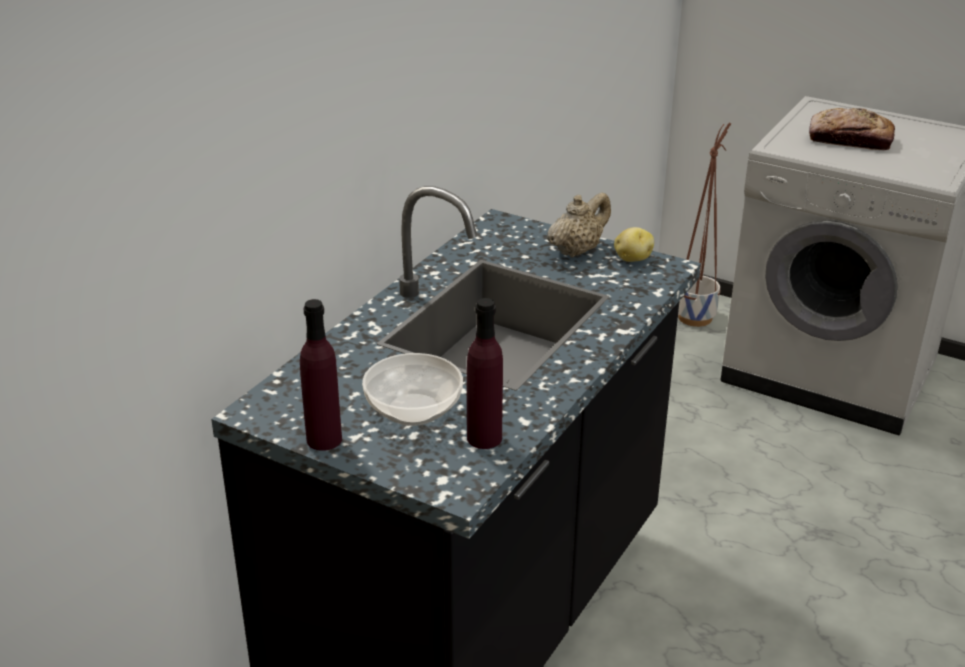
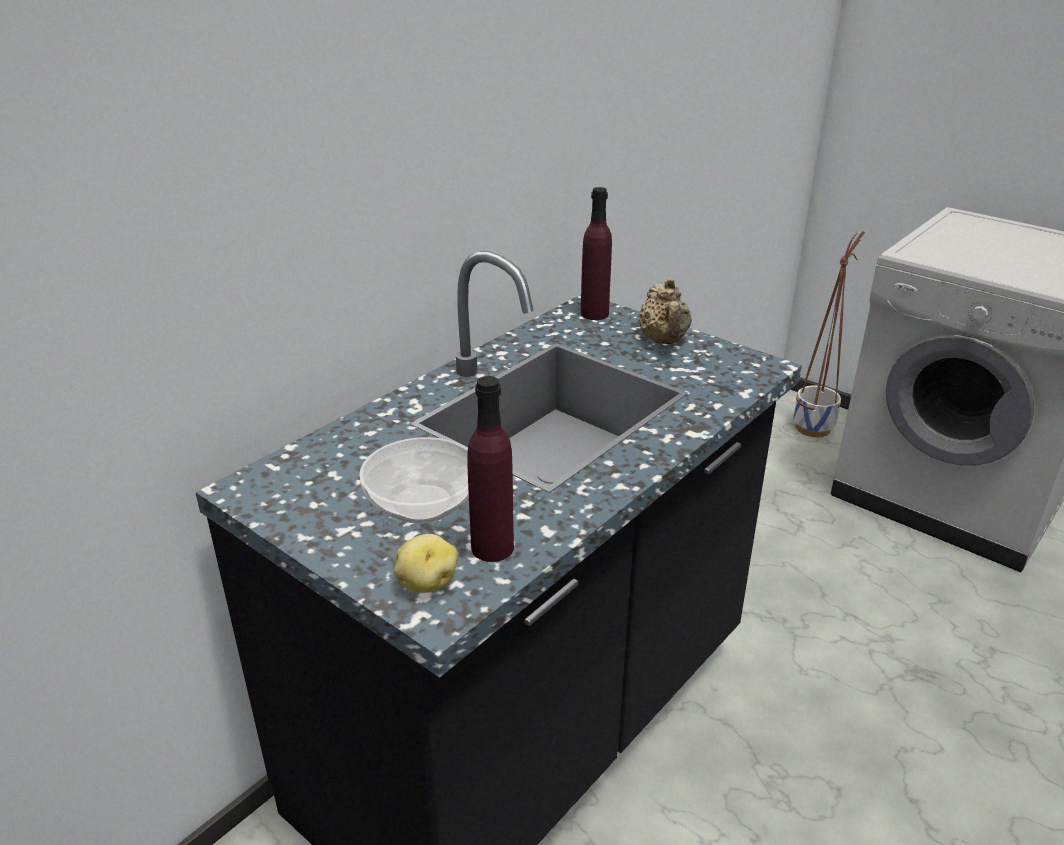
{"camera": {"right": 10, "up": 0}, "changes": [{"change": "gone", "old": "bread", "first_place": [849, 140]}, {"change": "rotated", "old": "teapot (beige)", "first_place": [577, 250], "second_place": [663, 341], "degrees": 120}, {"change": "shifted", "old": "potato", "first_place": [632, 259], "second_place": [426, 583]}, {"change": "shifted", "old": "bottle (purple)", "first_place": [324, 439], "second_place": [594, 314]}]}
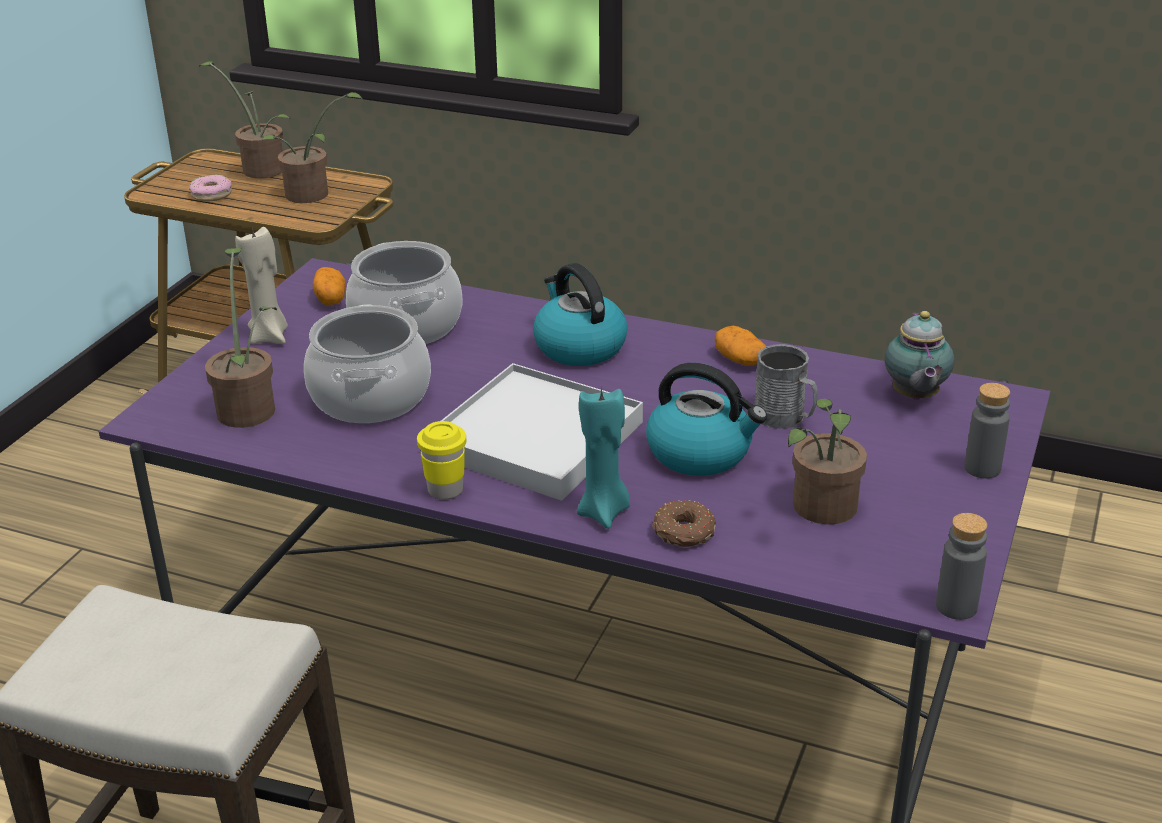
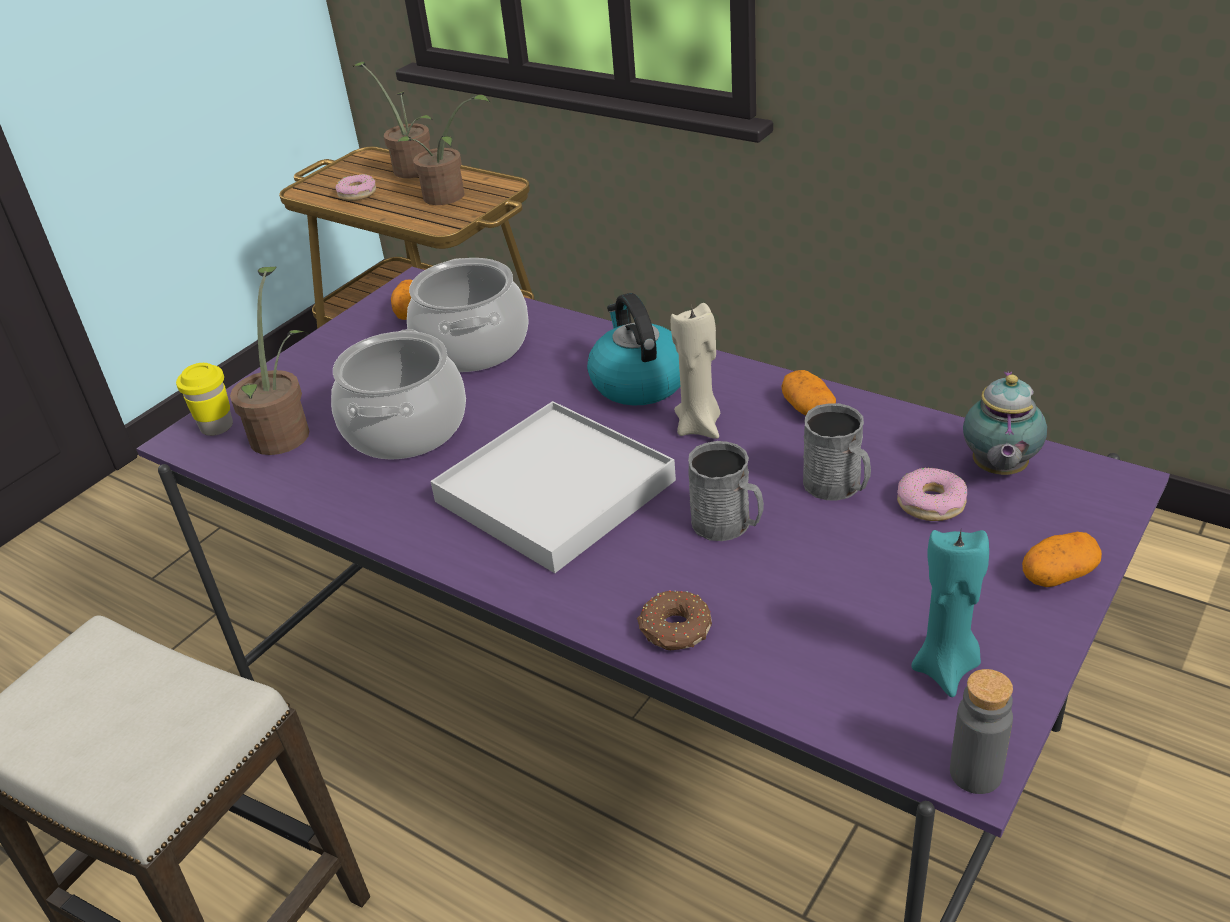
{"camera": {"right": 15, "up": 5}, "changes": [{"change": "shifted", "old": "candle (beige)", "first_place": [269, 337], "second_place": [699, 426]}, {"change": "swapped", "old": "kettle", "new": "mug (grey)", "first_place": [701, 453], "second_place": [728, 525]}, {"change": "swapped", "old": "bottle (grey)", "new": "potato", "first_place": [982, 468], "second_place": [1057, 575]}, {"change": "shifted", "old": "candle (turquoise)", "first_place": [604, 512], "second_place": [946, 668]}, {"change": "gone", "old": "potted plant", "first_place": [822, 511]}, {"change": "shifted", "old": "cup (yellow)", "first_place": [445, 490], "second_place": [217, 427]}, {"change": "new", "new": "donut", "second_place": [931, 503]}]}
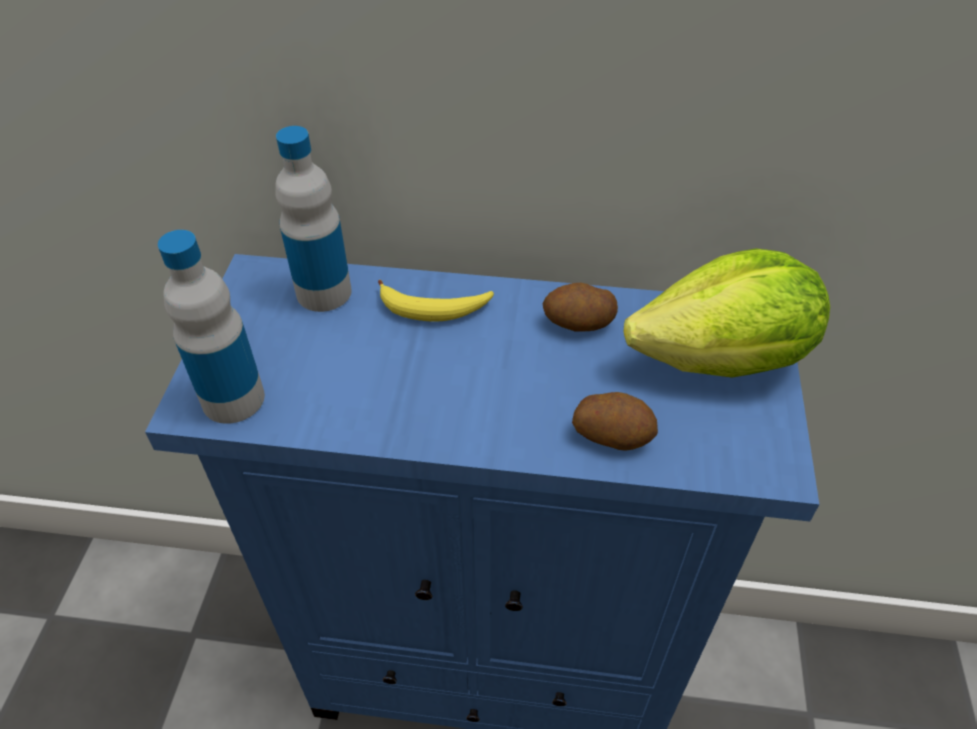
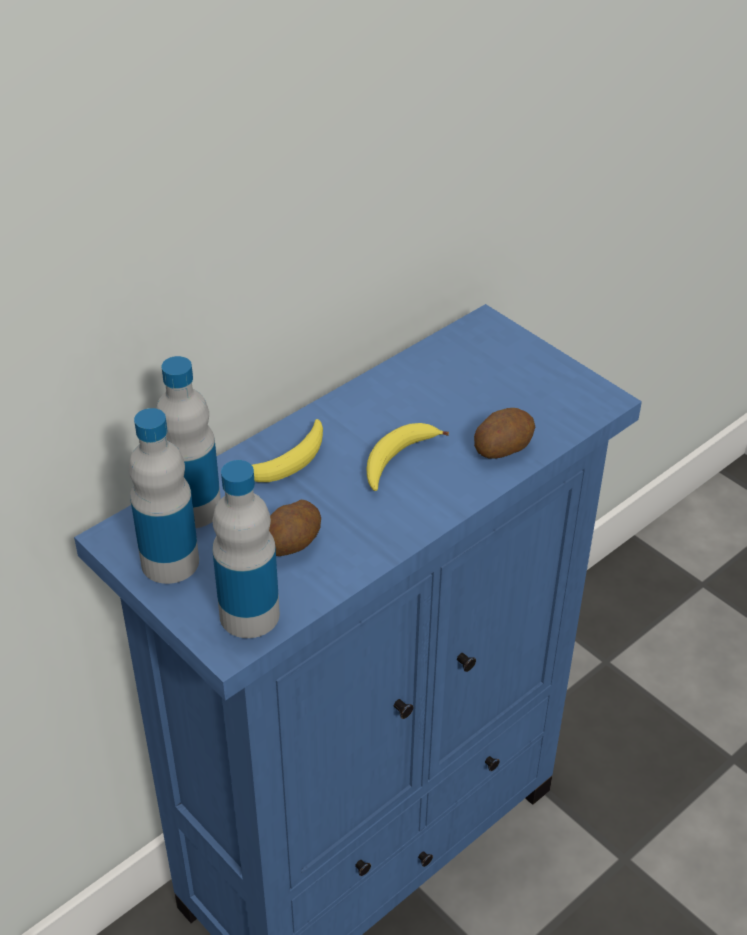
{"camera": {"right": -50, "up": -5}, "changes": [{"change": "gone", "old": "lettuce", "first_place": [724, 361]}, {"change": "shifted", "old": "potato", "first_place": [578, 323], "second_place": [292, 544]}, {"change": "new", "new": "bottle", "second_place": [170, 562]}, {"change": "new", "new": "banana", "second_place": [398, 461]}]}
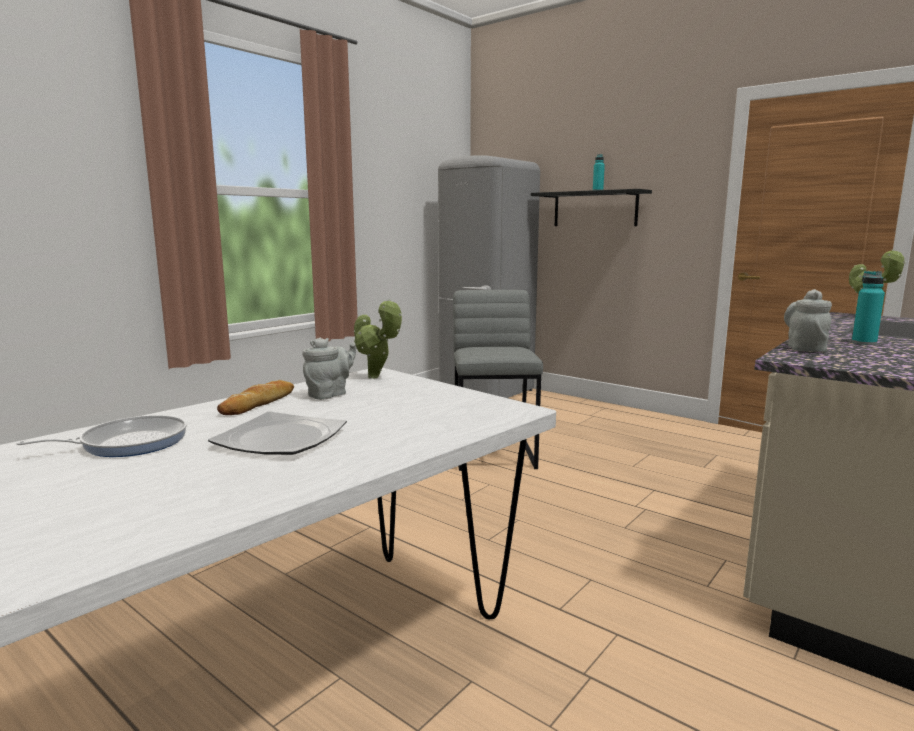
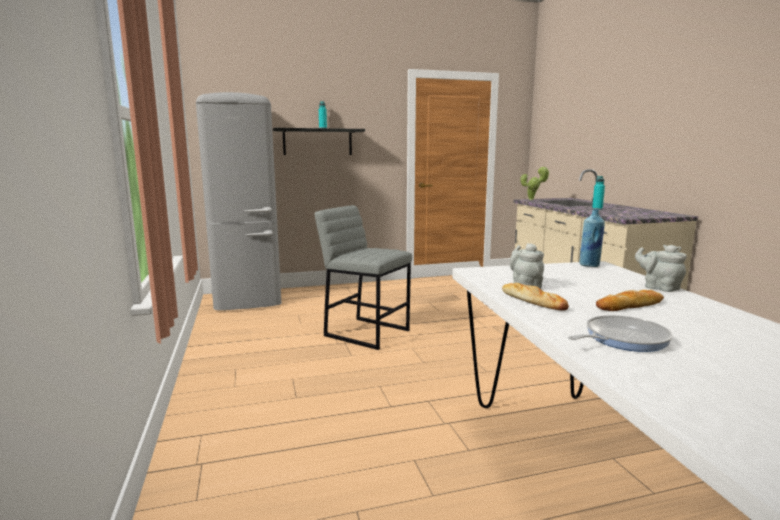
{"camera": {"right": -55, "up": 0}, "changes": [{"change": "shifted", "old": "teapot (grey)", "first_place": [805, 348], "second_place": [659, 287]}, {"change": "gone", "old": "potted plant", "first_place": [376, 377]}, {"change": "swapped", "old": "plate", "new": "bread", "first_place": [280, 438], "second_place": [630, 305]}, {"change": "rotated", "old": "frying pan", "first_place": [128, 443], "second_place": [622, 339], "degrees": 60}, {"change": "new", "new": "bottle (blue)", "second_place": [589, 265]}]}
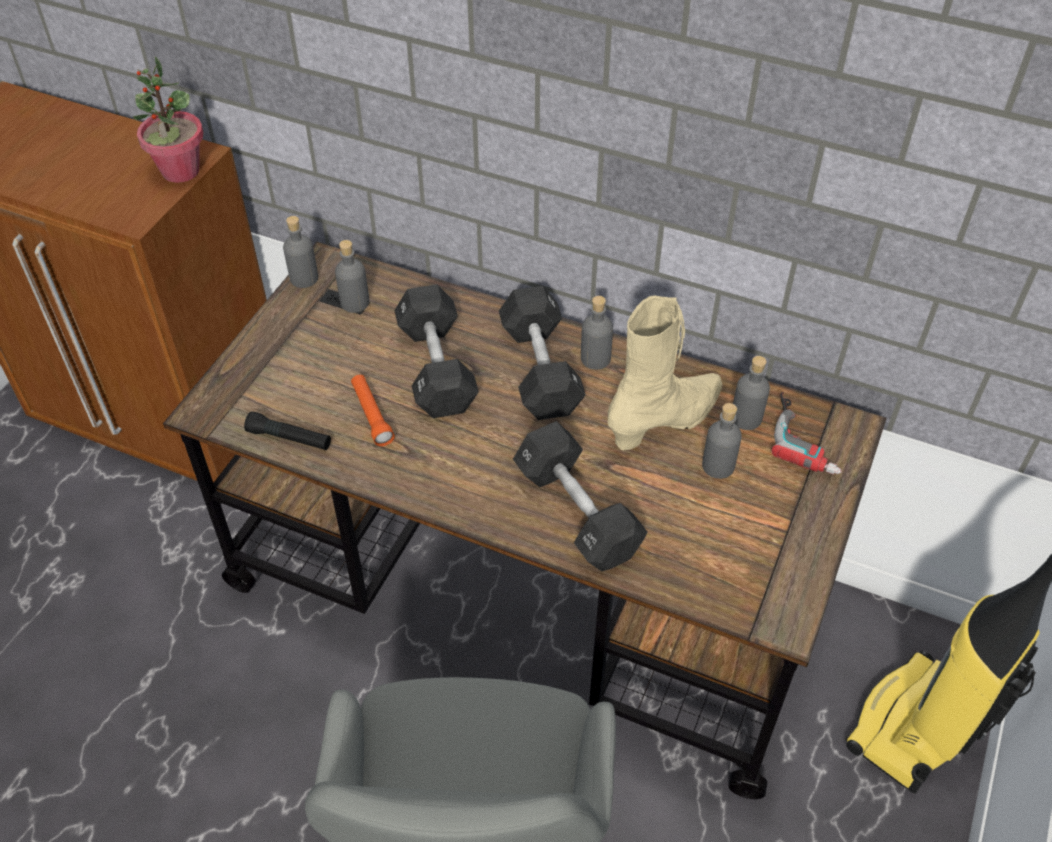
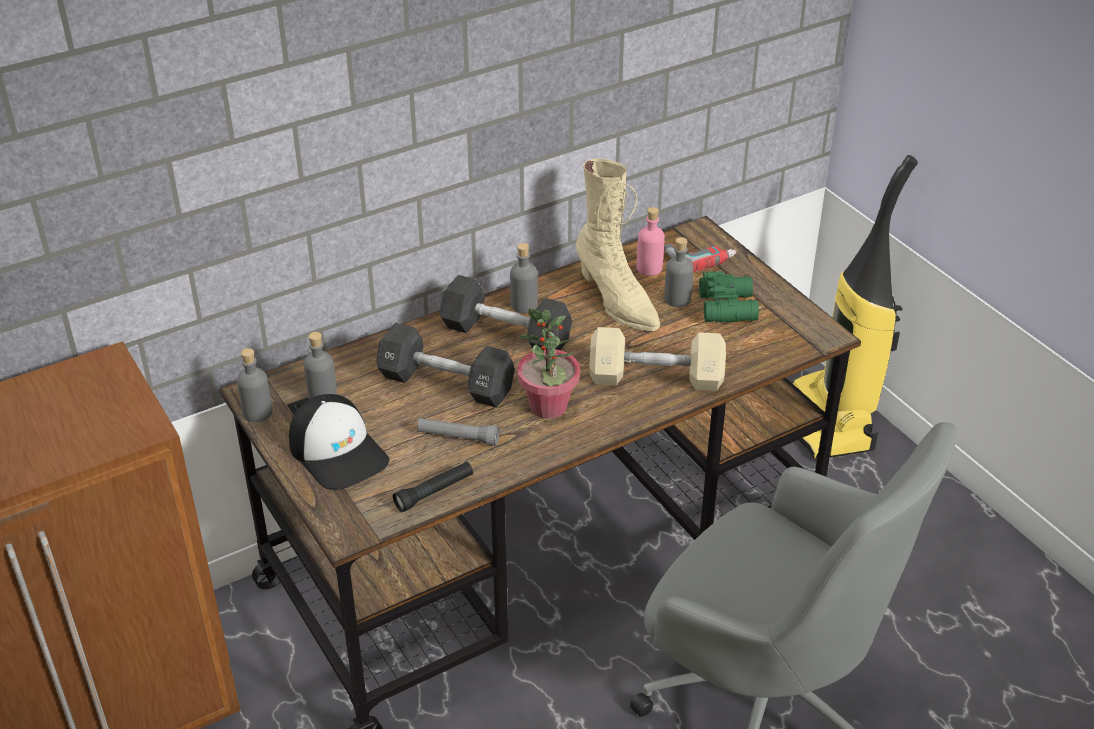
{"camera": {"right": -55, "up": -10}, "changes": [{"change": "shifted", "old": "potted plant", "first_place": [180, 171], "second_place": [548, 406]}, {"change": "rotated", "old": "boot (beige)", "first_place": [666, 421], "second_place": [616, 302], "degrees": 150}, {"change": "repainted", "old": "bottle (grey)", "new": "bottle (pink)", "first_place": [746, 418], "second_place": [649, 268]}, {"change": "repainted", "old": "flashlight (orange)", "new": "flashlight (grey)", "first_place": [372, 415], "second_place": [458, 437]}, {"change": "repainted", "old": "dumbbell (black)", "new": "dumbbell (beige)", "first_place": [577, 512], "second_place": [656, 378]}, {"change": "new", "new": "binoculars (green)", "second_place": [729, 306]}, {"change": "new", "new": "cap", "second_place": [339, 452]}]}
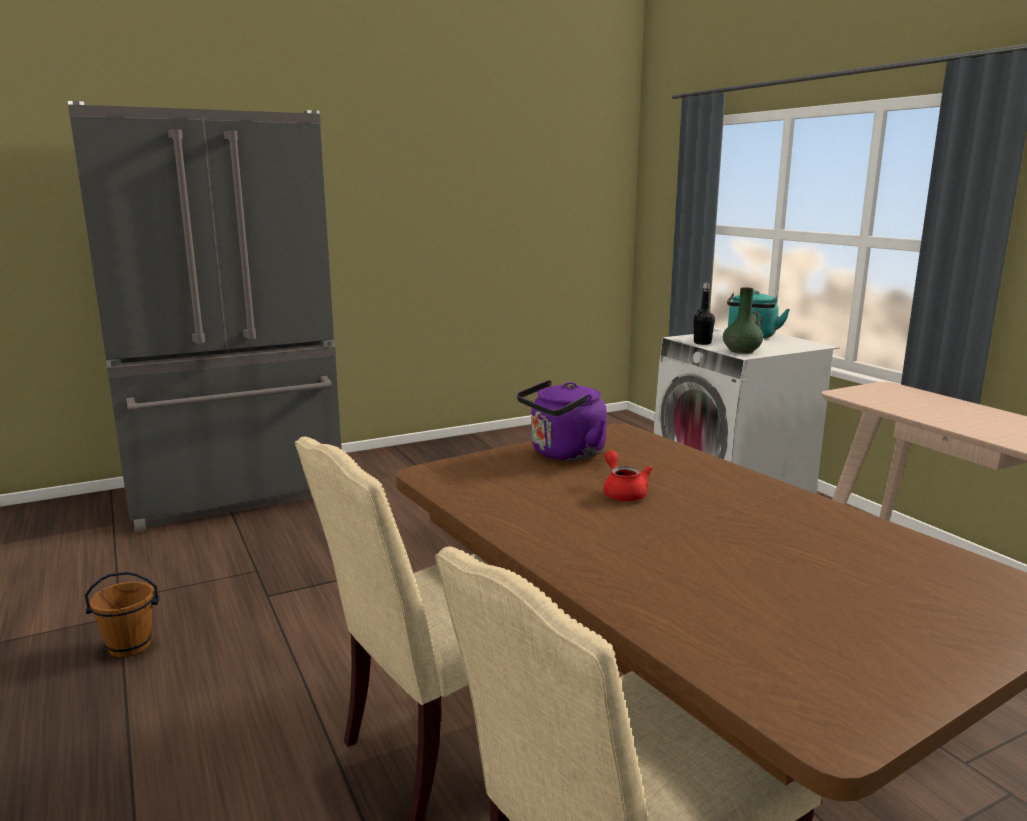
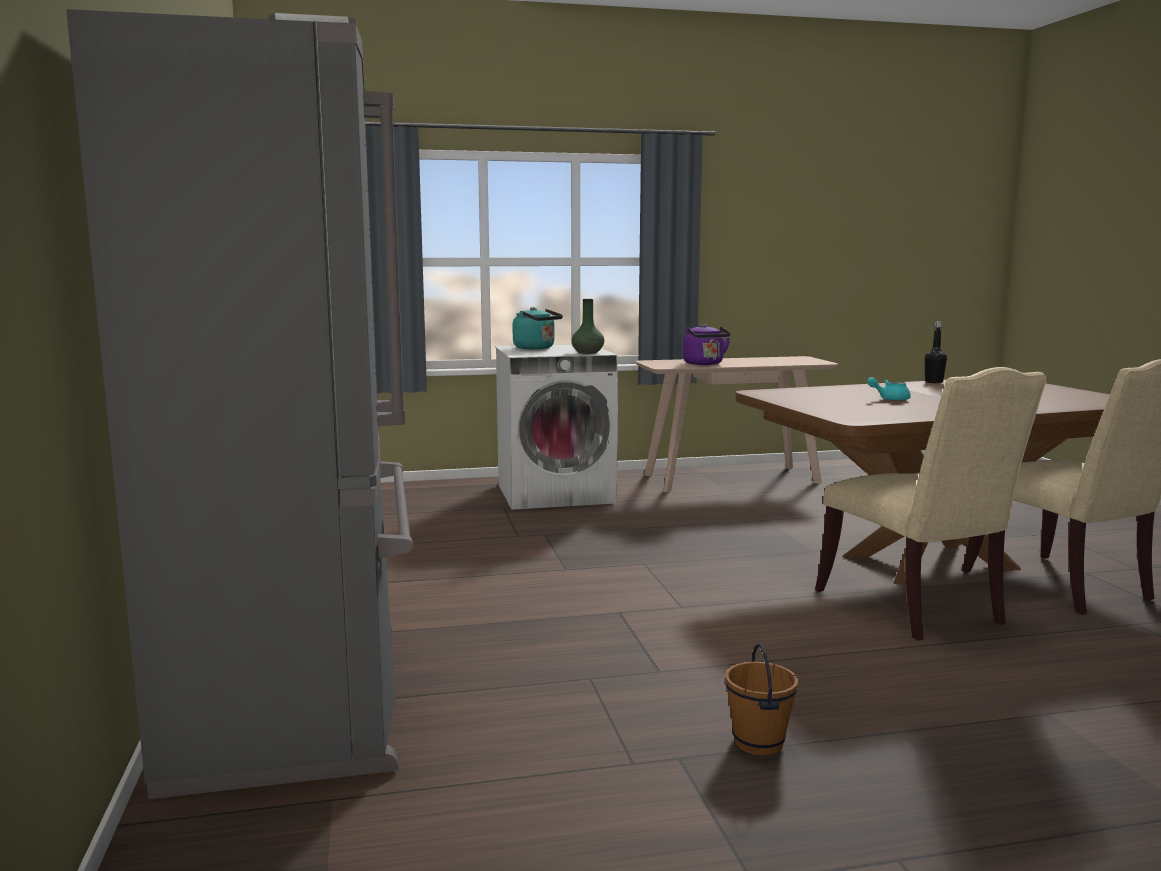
{"camera": {"right": -75, "up": -5}, "changes": [{"change": "shifted", "old": "bottle (black)", "first_place": [702, 343], "second_place": [933, 382]}, {"change": "shifted", "old": "kettle (purple)", "first_place": [564, 454], "second_place": [704, 364]}, {"change": "repainted", "old": "teapot (red)", "new": "teapot (turquoise)", "first_place": [623, 493], "second_place": [889, 399]}]}
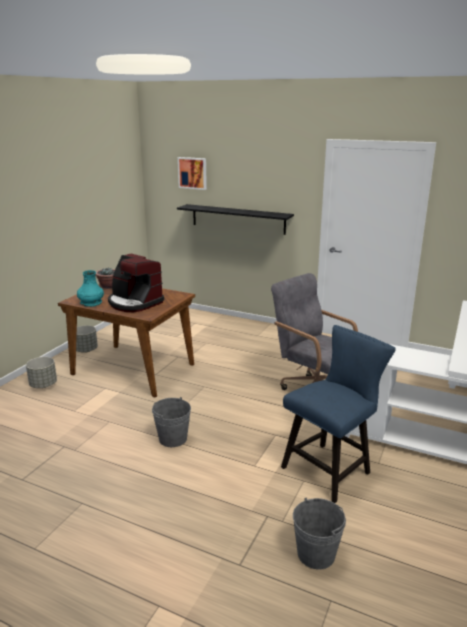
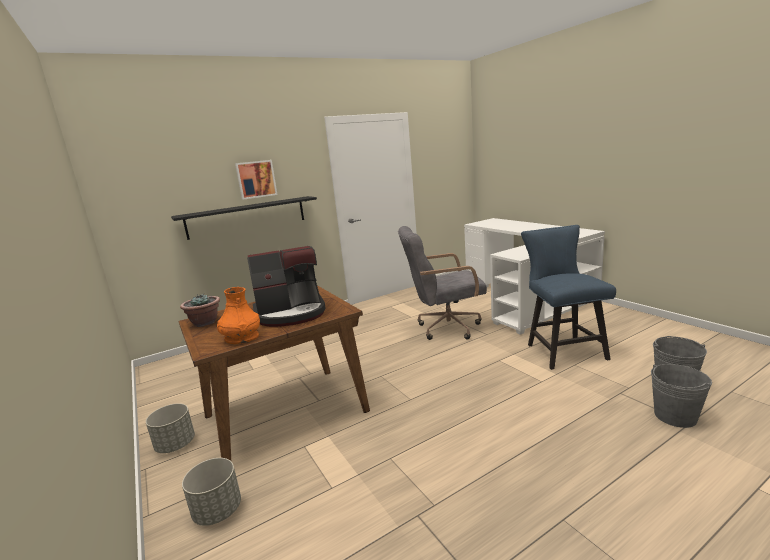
{"camera": {"right": -55, "up": -5}, "changes": [{"change": "shifted", "old": "picture", "first_place": [193, 173], "second_place": [256, 179]}, {"change": "repainted", "old": "vase (turquoise)", "new": "vase (orange)", "first_place": [91, 303], "second_place": [241, 338]}, {"change": "shifted", "old": "bucket (grey)", "first_place": [173, 438], "second_place": [675, 416]}]}
